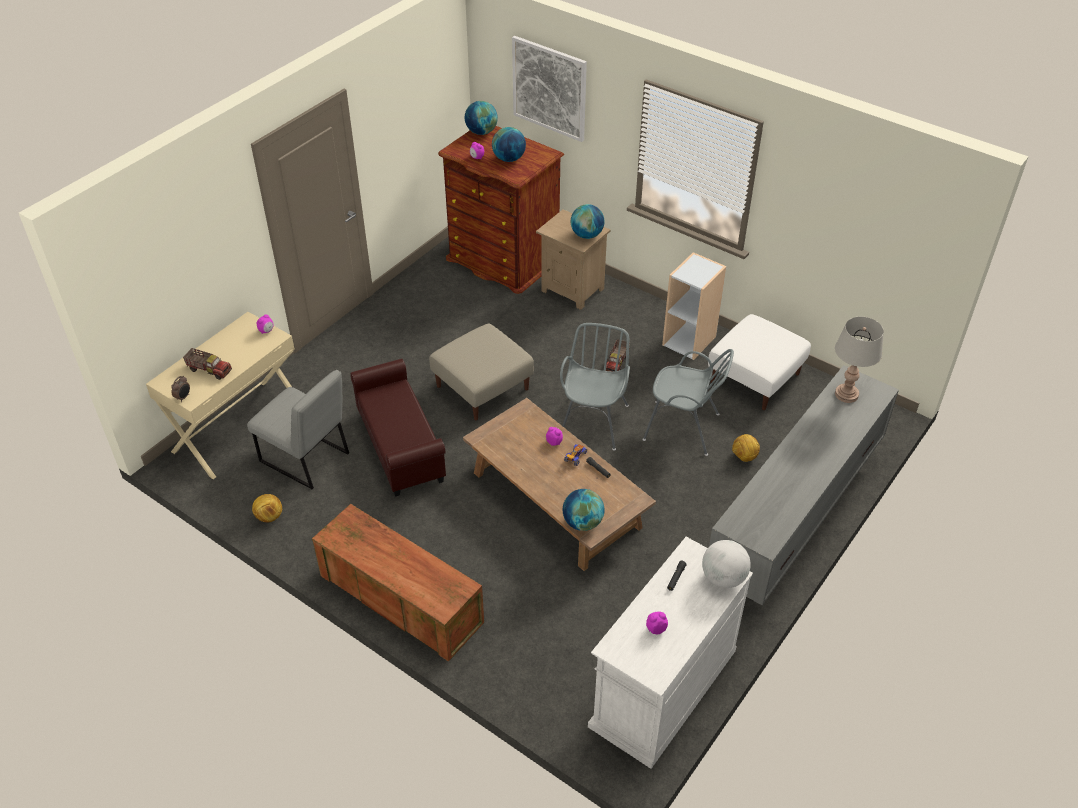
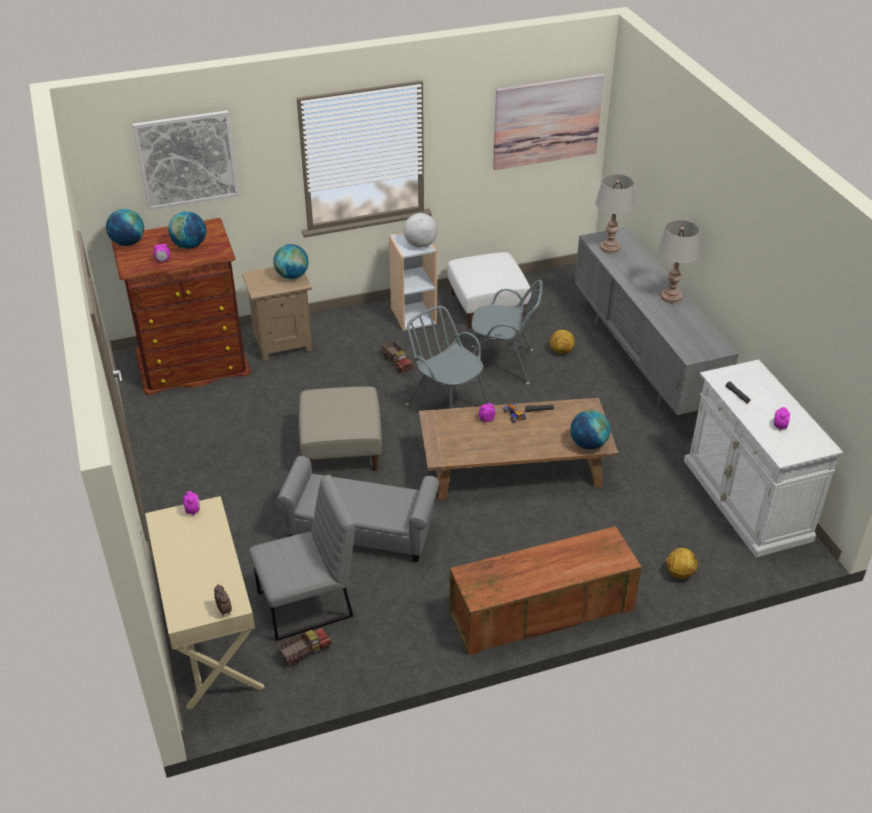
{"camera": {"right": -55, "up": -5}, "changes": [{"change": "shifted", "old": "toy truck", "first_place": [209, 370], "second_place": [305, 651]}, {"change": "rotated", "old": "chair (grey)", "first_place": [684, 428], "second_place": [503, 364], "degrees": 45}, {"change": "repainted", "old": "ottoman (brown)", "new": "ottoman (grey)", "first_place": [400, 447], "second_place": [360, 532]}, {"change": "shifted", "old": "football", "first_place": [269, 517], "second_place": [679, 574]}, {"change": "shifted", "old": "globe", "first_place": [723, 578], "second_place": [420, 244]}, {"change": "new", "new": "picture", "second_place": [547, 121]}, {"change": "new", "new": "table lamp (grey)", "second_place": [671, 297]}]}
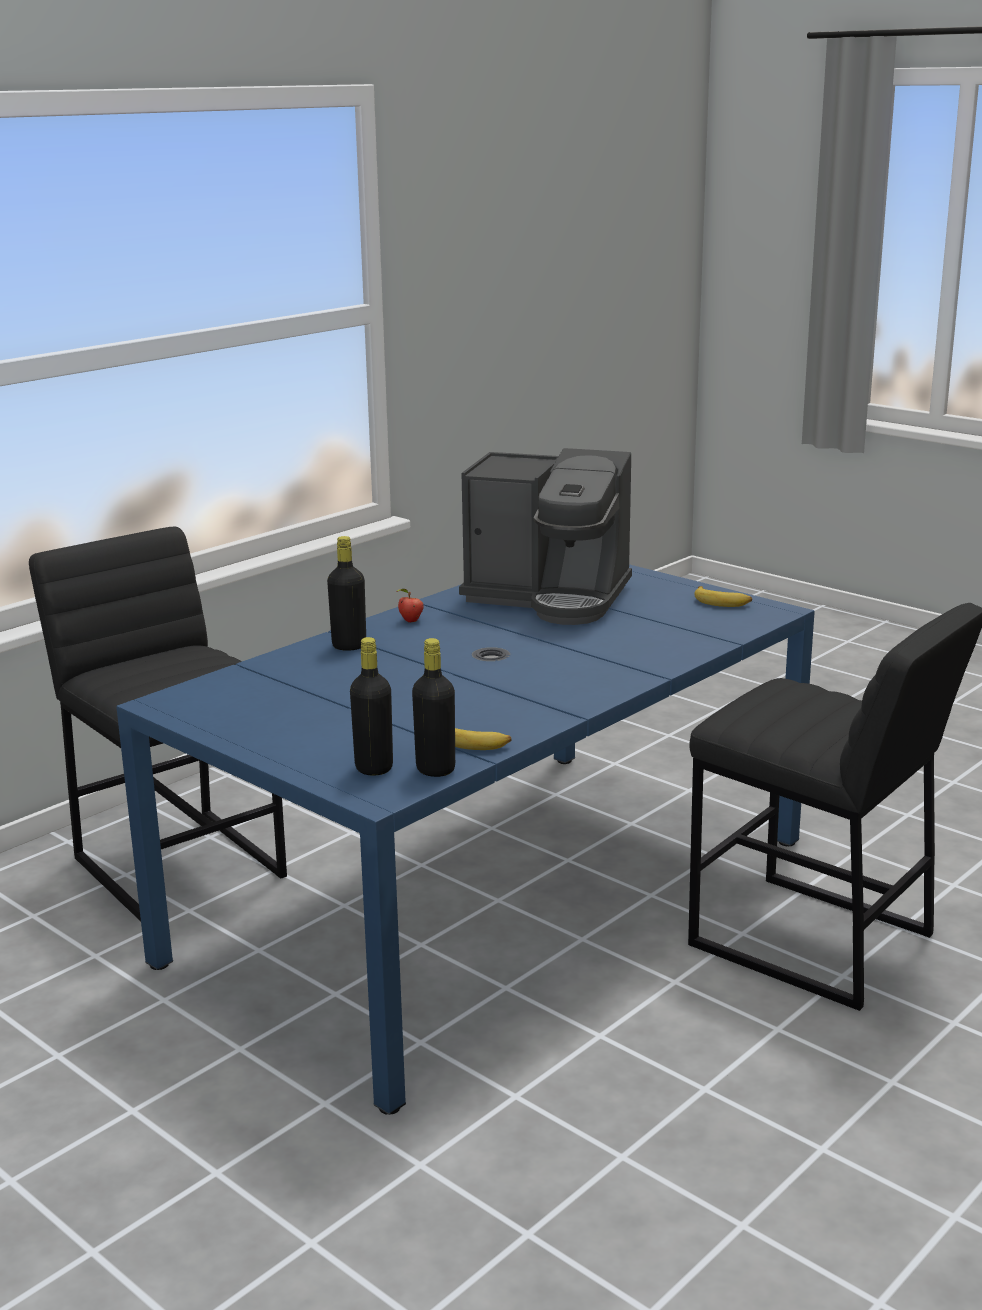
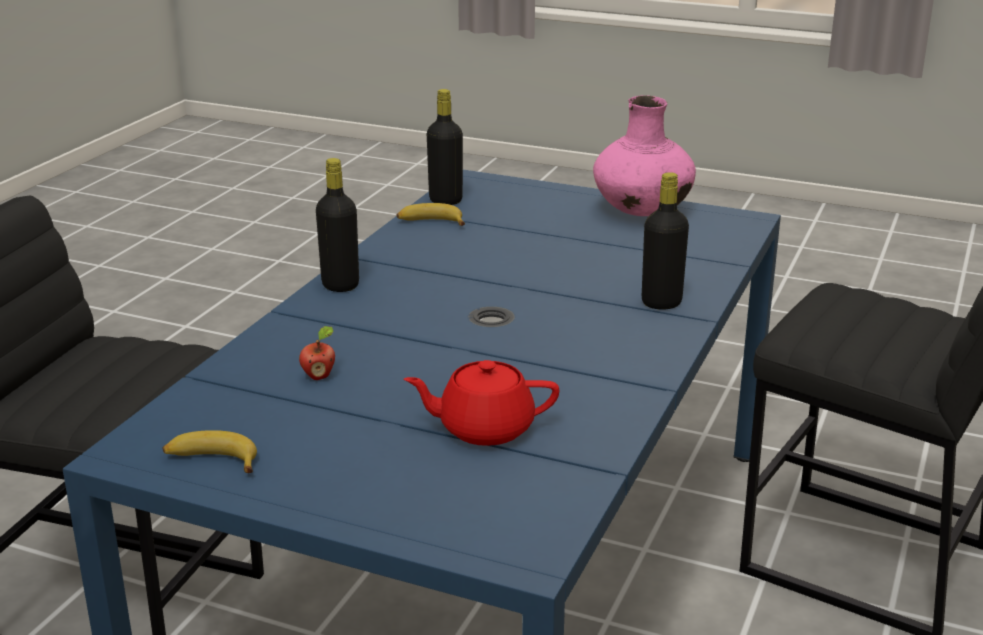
{"camera": {"right": 160, "up": 5}, "changes": [{"change": "swapped", "old": "coffee machine", "new": "teapot (red)", "first_place": [550, 597], "second_place": [484, 428]}, {"change": "shifted", "old": "apple", "first_place": [410, 621], "second_place": [319, 376]}, {"change": "shifted", "old": "bottle (black)", "first_place": [374, 768], "second_place": [340, 285]}, {"change": "new", "new": "vase (pink)", "second_place": [641, 212]}]}
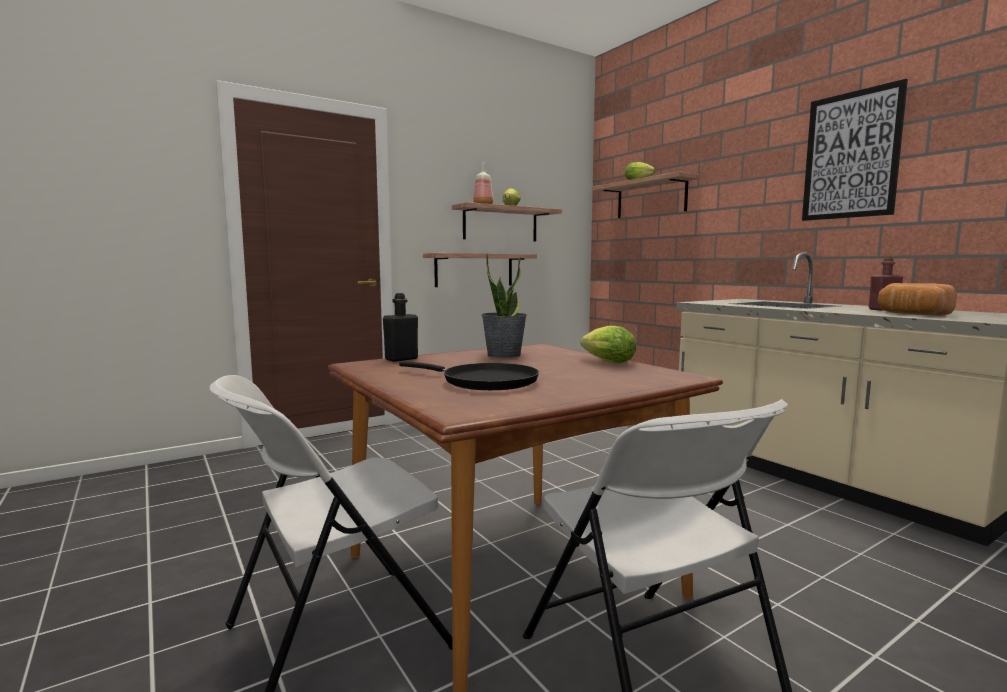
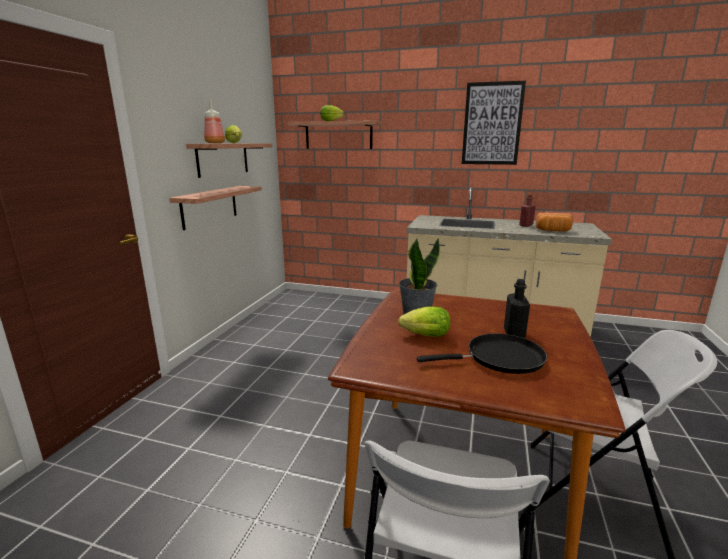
{"camera": {"right": -40, "up": 10}, "changes": [{"change": "shifted", "old": "bottle (black)", "first_place": [401, 359], "second_place": [514, 334]}, {"change": "shifted", "old": "lettuce", "first_place": [605, 362], "second_place": [423, 336]}]}
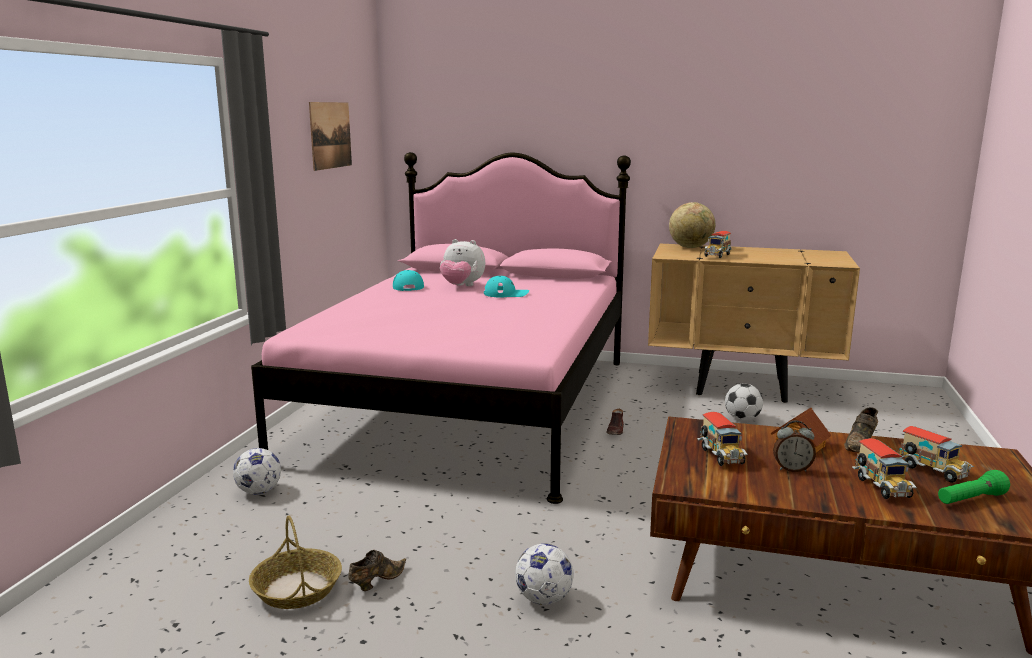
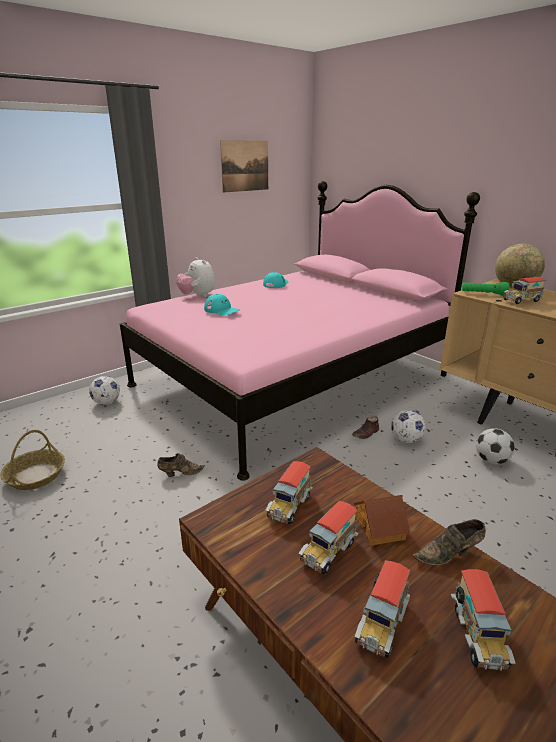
{"camera": {"right": 35, "up": 10}, "changes": [{"change": "shifted", "old": "plush toy", "first_place": [462, 286], "second_place": [197, 296]}, {"change": "shifted", "old": "cap (turquoise)", "first_place": [506, 294], "second_place": [222, 310]}, {"change": "swapped", "old": "alarm clock", "new": "toy truck", "first_place": [792, 469], "second_place": [328, 551]}, {"change": "shifted", "old": "flashlight (green)", "first_place": [970, 500], "second_place": [483, 294]}, {"change": "shifted", "old": "football", "first_place": [544, 599], "second_place": [406, 440]}, {"change": "shifted", "old": "shoe (brown)", "first_place": [376, 582], "second_place": [180, 473]}]}
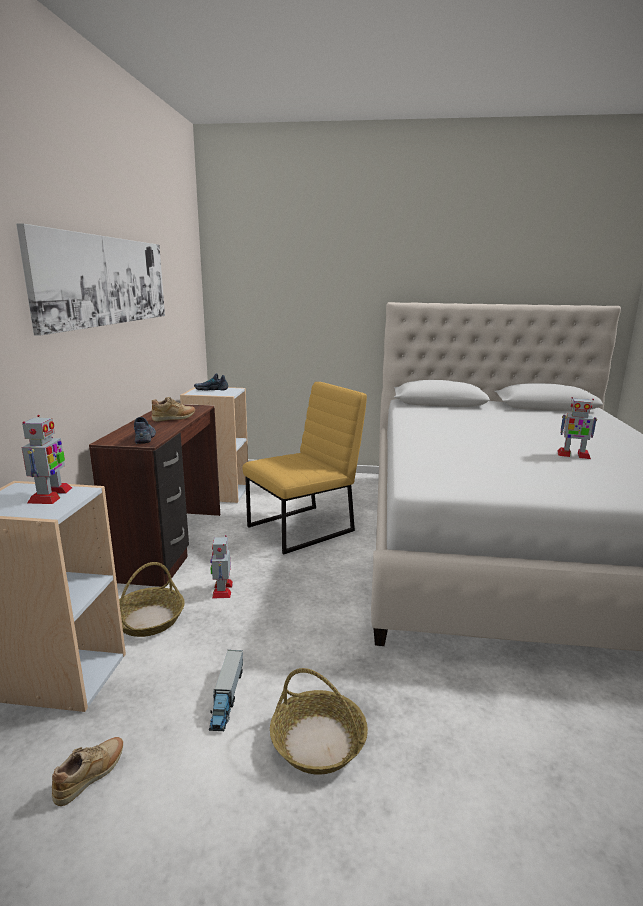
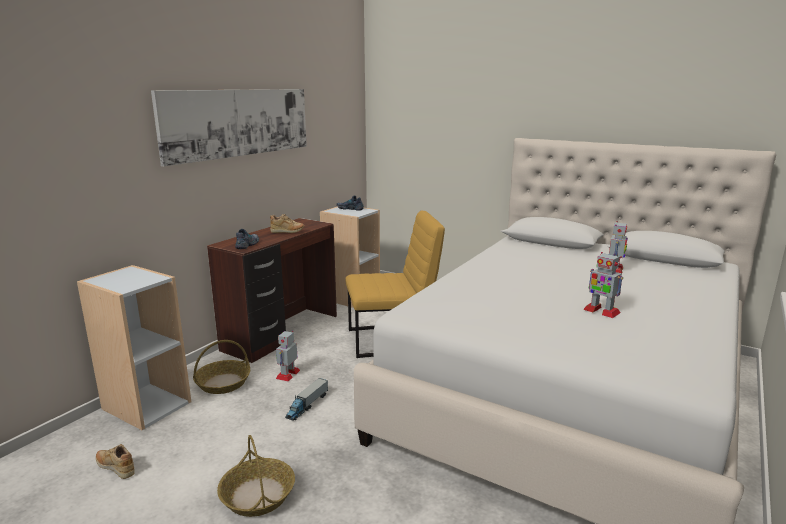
{"camera": {"right": 25, "up": 0}, "changes": [{"change": "shifted", "old": "toy robot", "first_place": [50, 496], "second_place": [614, 270]}, {"change": "shifted", "old": "toy truck", "first_place": [227, 698], "second_place": [307, 405]}, {"change": "rotated", "old": "shoe (beige)", "first_place": [91, 777], "second_place": [116, 468], "degrees": -120}]}
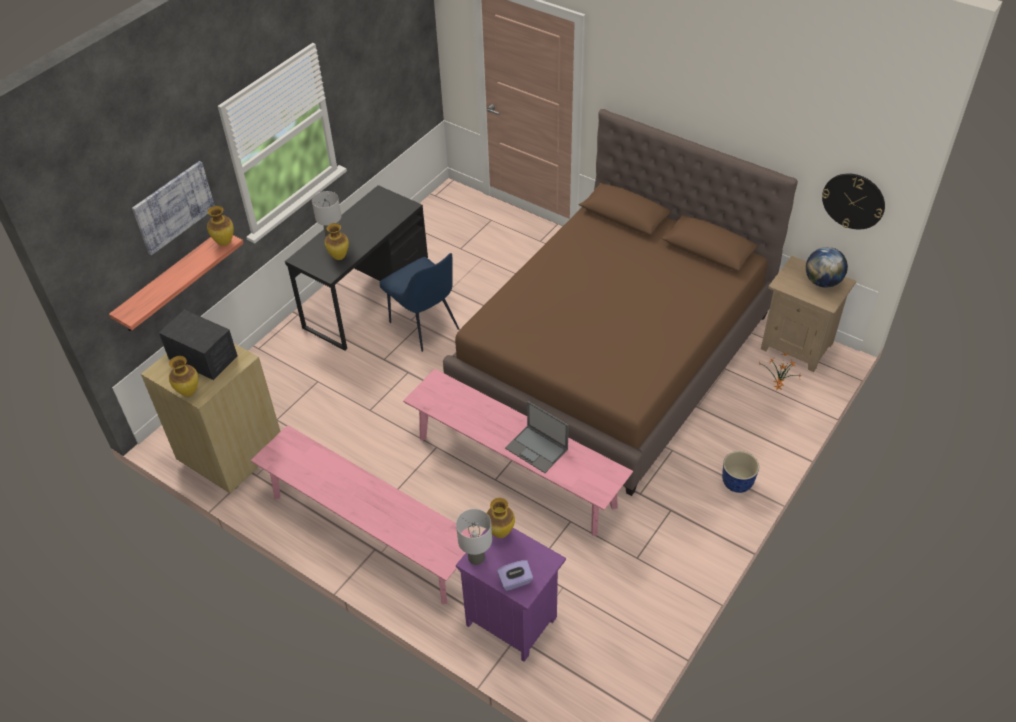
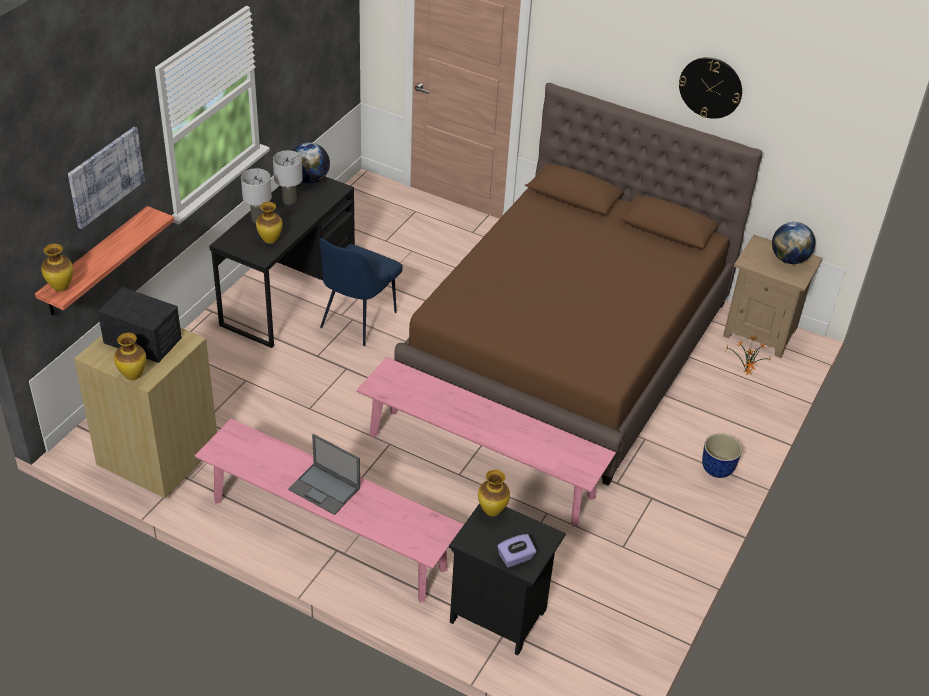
{"camera": {"right": -10, "up": -5}, "changes": [{"change": "shifted", "old": "wall clock", "first_place": [853, 201], "second_place": [710, 87]}, {"change": "shifted", "old": "vase", "first_place": [225, 242], "second_place": [61, 287]}, {"change": "rotated", "old": "chair (blue)", "first_place": [425, 326], "second_place": [358, 320], "degrees": 75}, {"change": "shifted", "old": "laptop", "first_place": [537, 449], "second_place": [325, 489]}, {"change": "shifted", "old": "table lamp (white)", "first_place": [475, 559], "second_place": [289, 202]}, {"change": "repainted", "old": "nightstand (purple)", "new": "nightstand (black)", "first_place": [512, 619], "second_place": [498, 613]}, {"change": "new", "new": "globe", "second_place": [309, 179]}]}
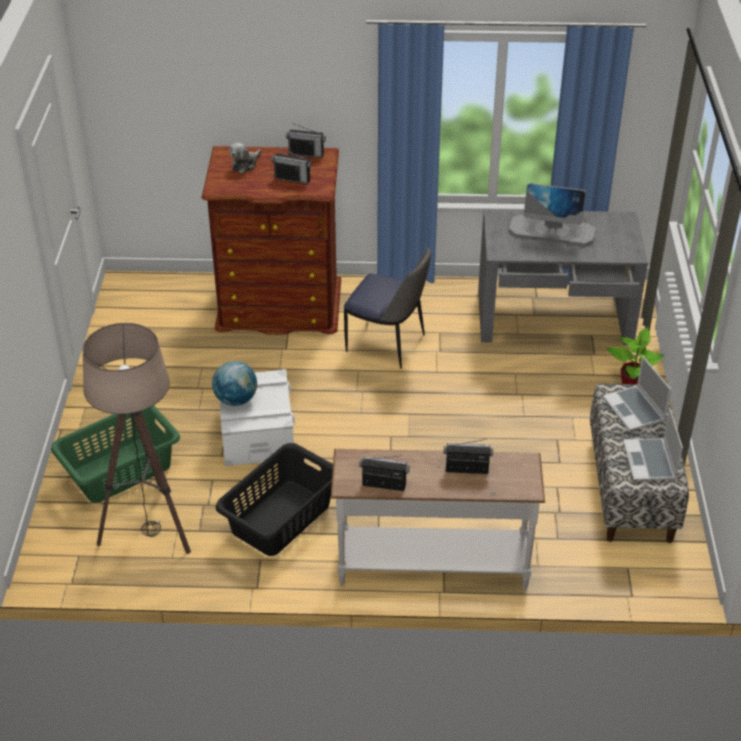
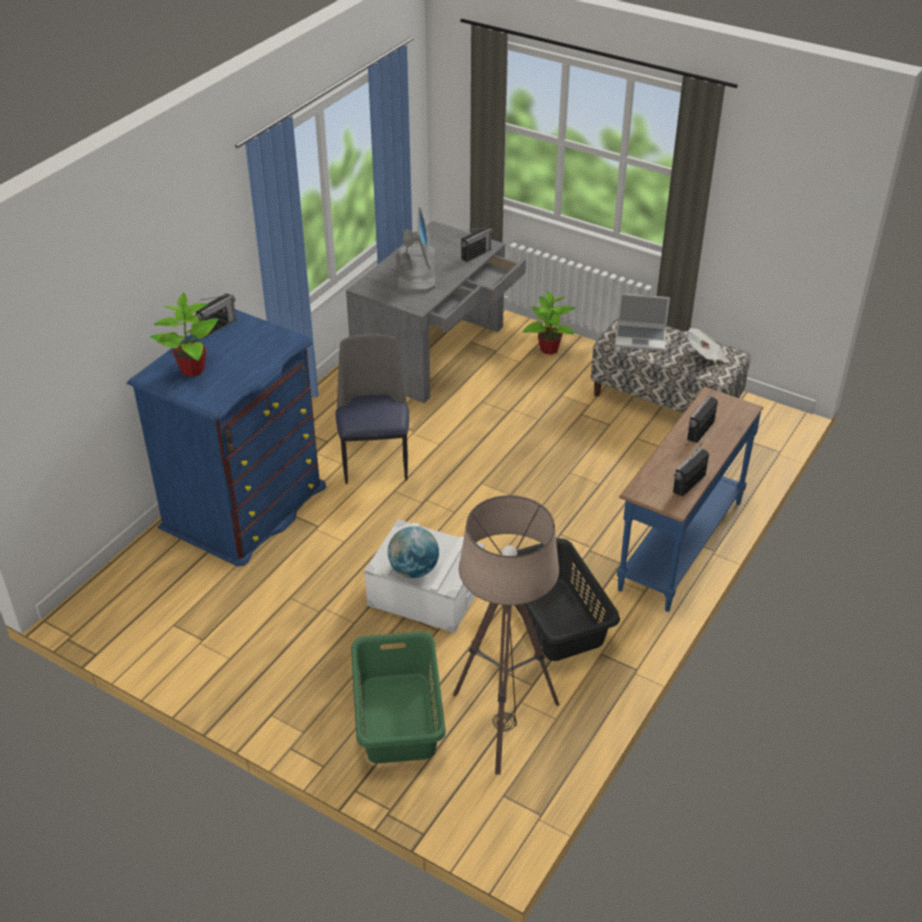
{"camera": {"right": -60, "up": 0}, "changes": [{"change": "swapped", "old": "plush toy", "new": "potted plant", "first_place": [245, 165], "second_place": [192, 370]}, {"change": "repainted", "old": "dresser (brown)", "new": "dresser (blue)", "first_place": [280, 304], "second_place": [245, 505]}, {"change": "shifted", "old": "radio", "first_place": [292, 179], "second_place": [476, 254]}, {"change": "rotated", "old": "monitor", "first_place": [552, 231], "second_place": [416, 269], "degrees": -45}, {"change": "rotated", "old": "chair", "first_place": [387, 344], "second_place": [375, 458], "degrees": -60}, {"change": "swapped", "old": "laptop", "new": "newspaper", "first_place": [650, 461], "second_place": [705, 356]}, {"change": "repainted", "old": "console table (white)", "new": "console table (blue)", "first_place": [433, 564], "second_place": [679, 544]}]}
